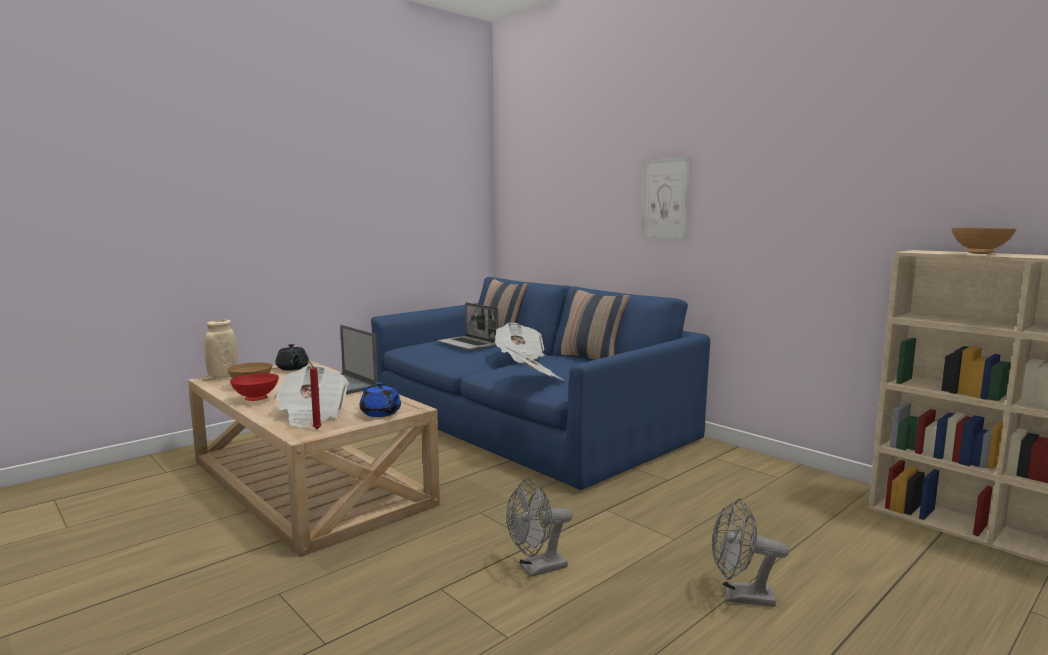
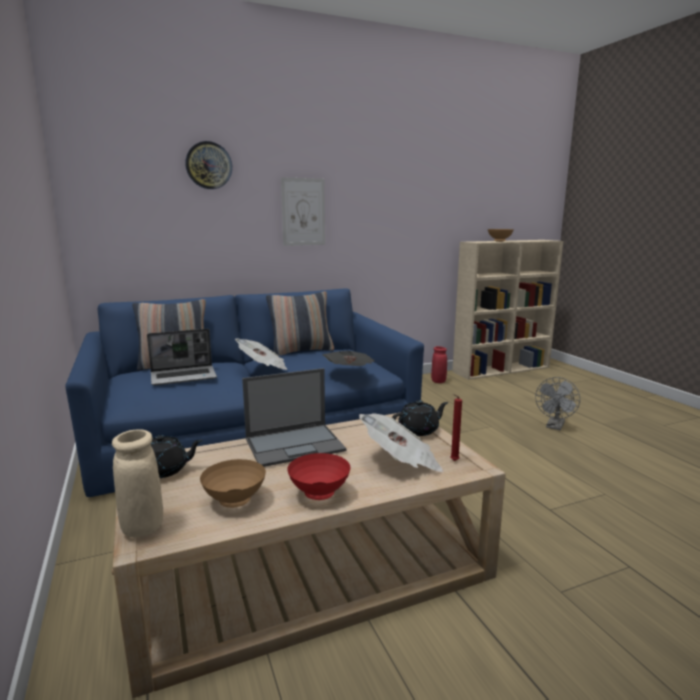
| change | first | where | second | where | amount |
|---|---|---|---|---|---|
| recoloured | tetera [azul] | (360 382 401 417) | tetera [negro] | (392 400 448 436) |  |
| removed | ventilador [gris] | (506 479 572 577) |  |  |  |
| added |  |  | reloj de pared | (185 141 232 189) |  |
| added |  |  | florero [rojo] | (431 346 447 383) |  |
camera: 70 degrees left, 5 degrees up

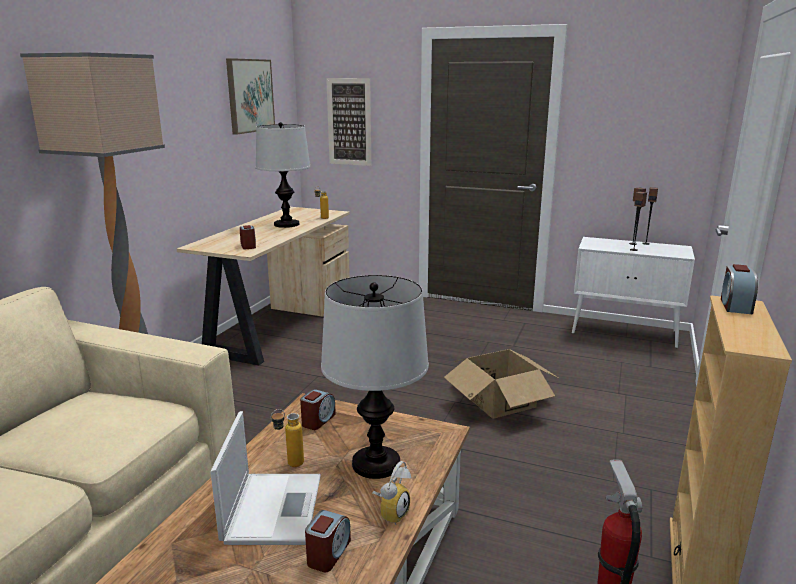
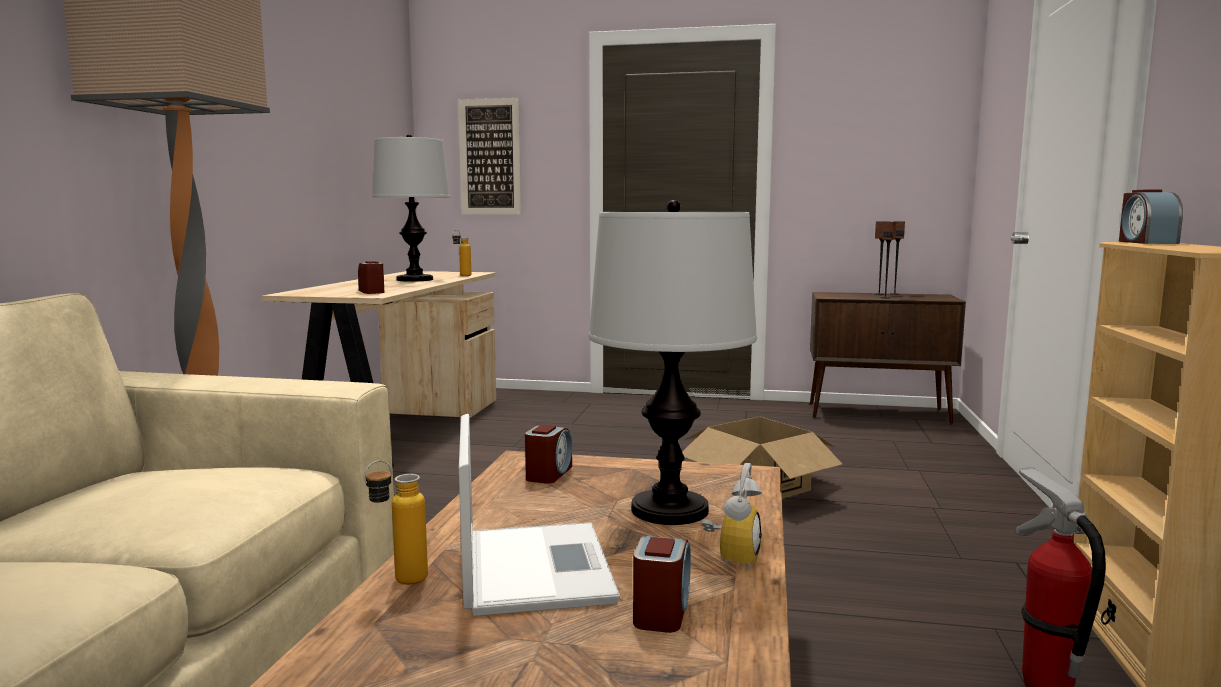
| change | first | where | second | where | amount |
|---|---|---|---|---|---|
| removed | cuadro | (226 58 275 135) |  |  |  |
| recoloured | armario [blanco] | (572 237 695 348) | armario [marrón] | (810 292 966 424) |  |
| moved | botella | (271 409 304 467) |  | (364 460 428 585) |  |
camera: 10 degrees left, 10 degrees down

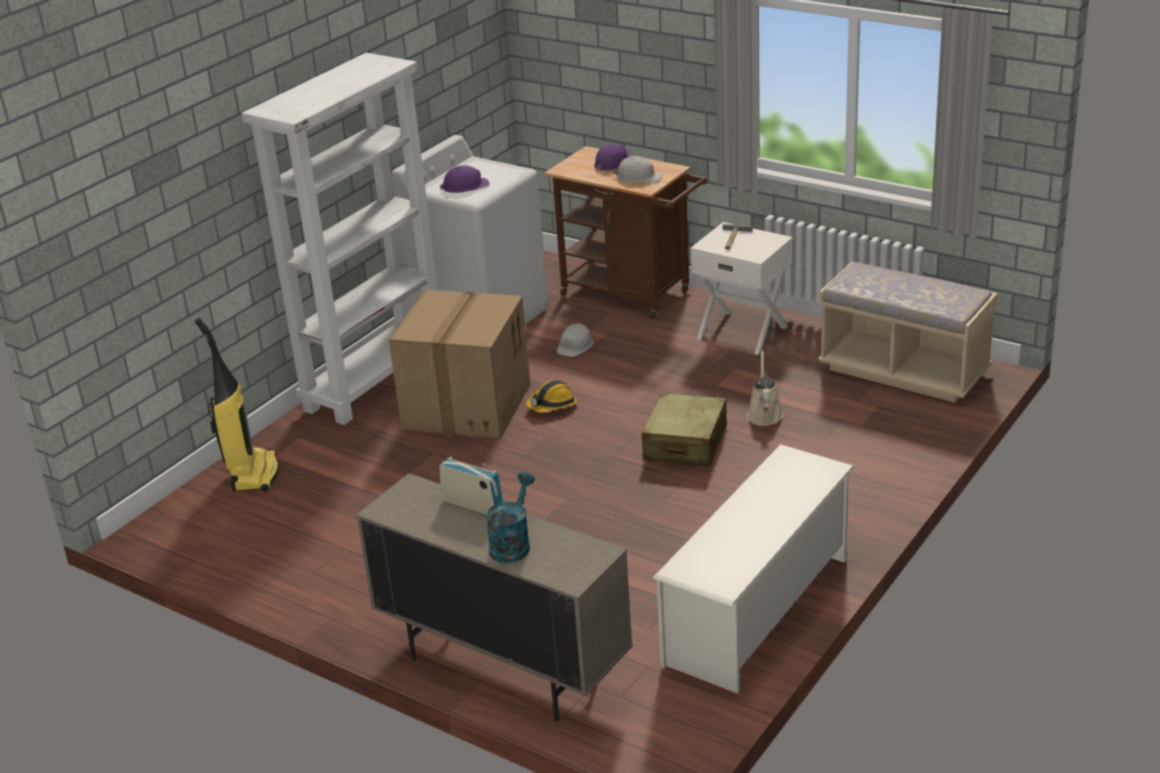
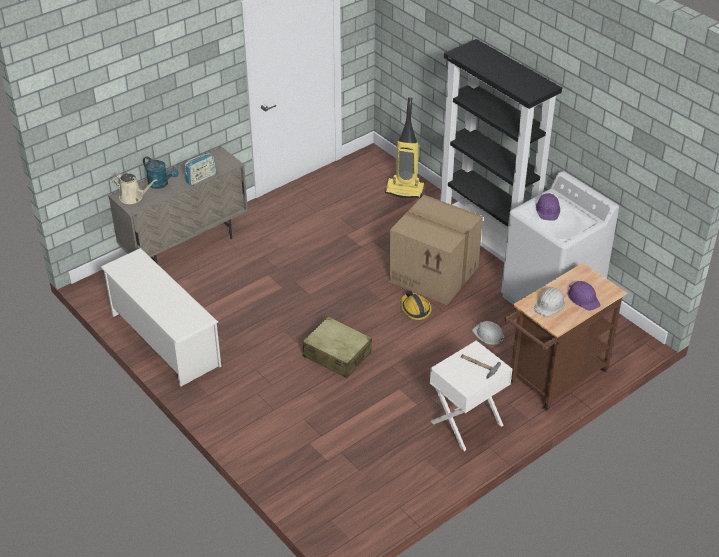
| change | first | where | second | where | amount |
|---|---|---|---|---|---|
| recoloured | estantería [blanco] | (241 53 438 425) | estantería [negro] | (440 39 562 262) |  |
| removed | banco [beis] | (818 261 998 402) |  |  |  |
| moved | regadera [beis] | (747 350 783 426) |  | (112 173 158 204) |  |
camera: 105 degrees right, 10 degrees up

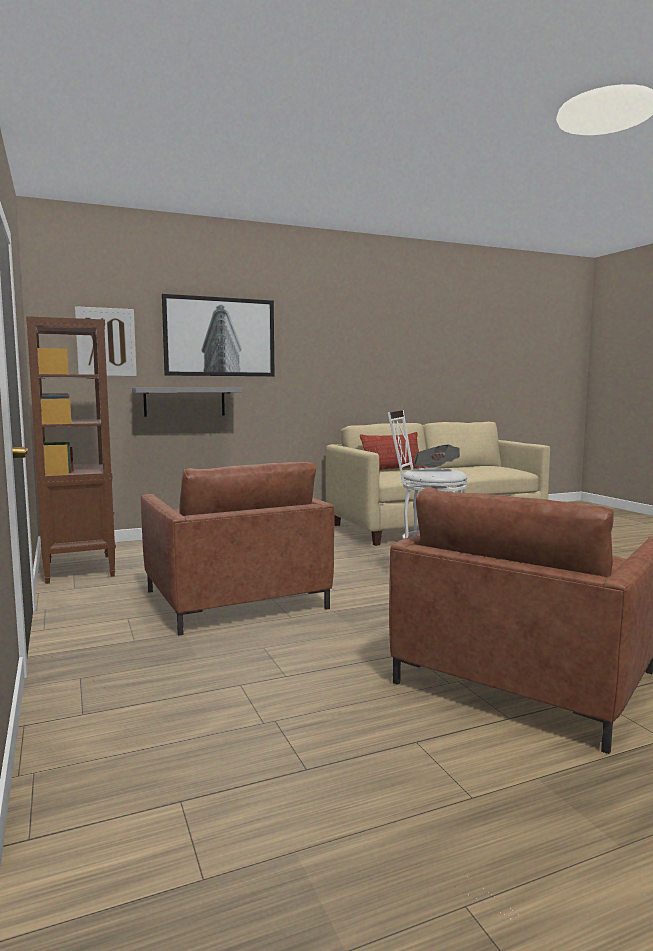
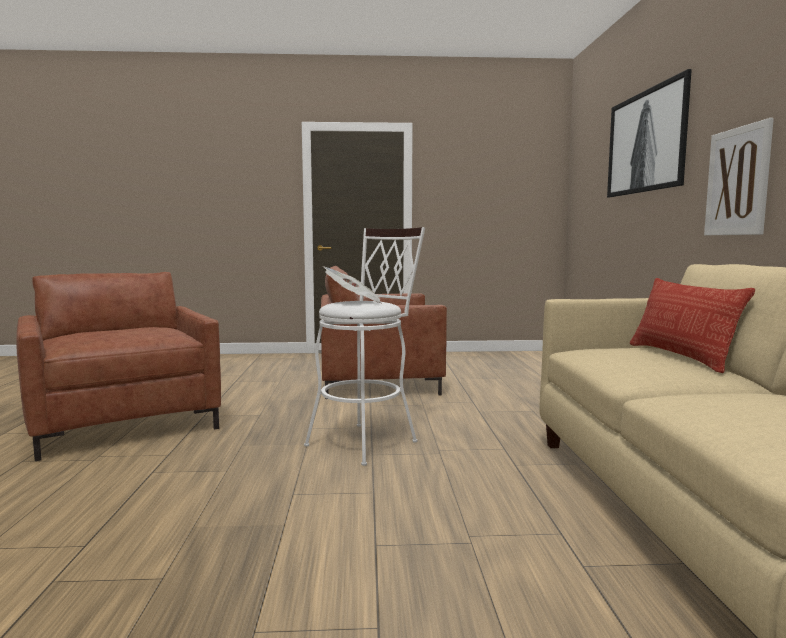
| change | first | where | second | where | amount |
|---|---|---|---|---|---|
| moved | cuadro | (75 306 137 376) |  | (704 118 774 235) |  |
| removed | estantería [marrón] | (26 316 116 584) |  |  |  |
| removed | estante [gris] | (132 388 242 417) |  |  |  |
camera: 110 degrees right, 0 degrees up

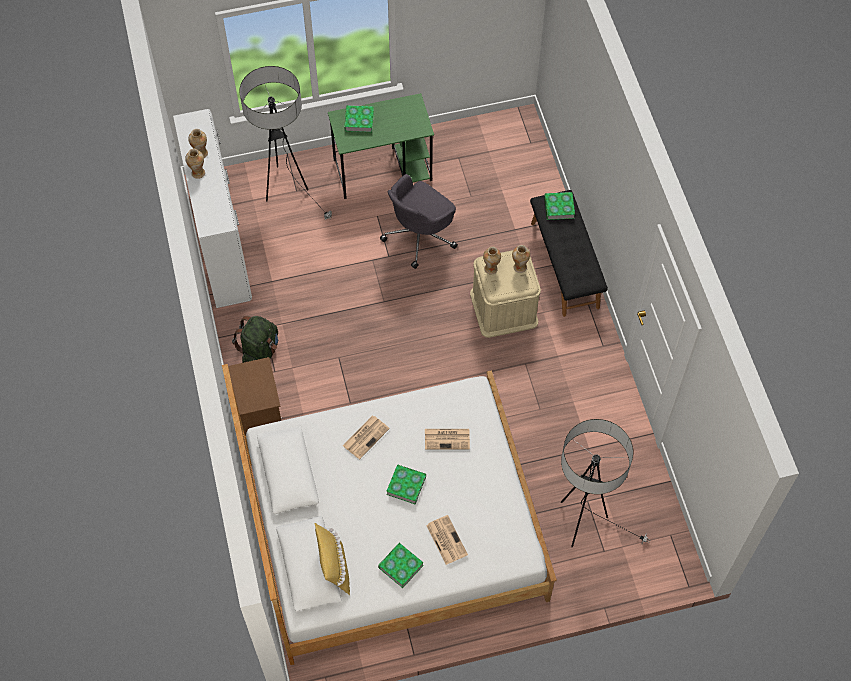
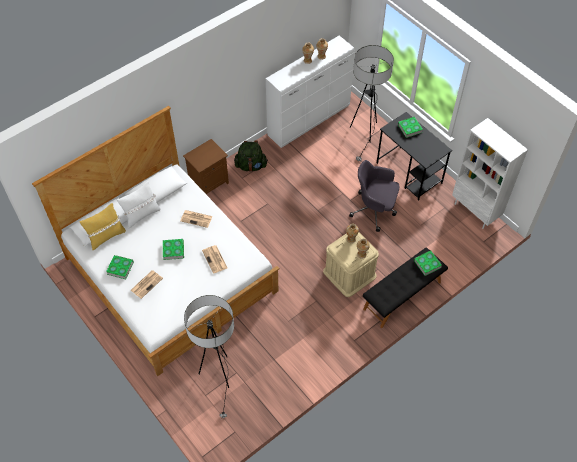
| change | first | where | second | where | amount |
|---|---|---|---|---|---|
| recoloured | escritorio [verde] | (328 93 434 199) | escritorio [negro] | (377 112 452 201) |  |
| added |  |  | estantería [blanco] | (452 118 528 229) |  |
| added |  |  | cojín [blanco] | (117 181 161 228) |  |
camera: 65 degrees right, 5 degrees down

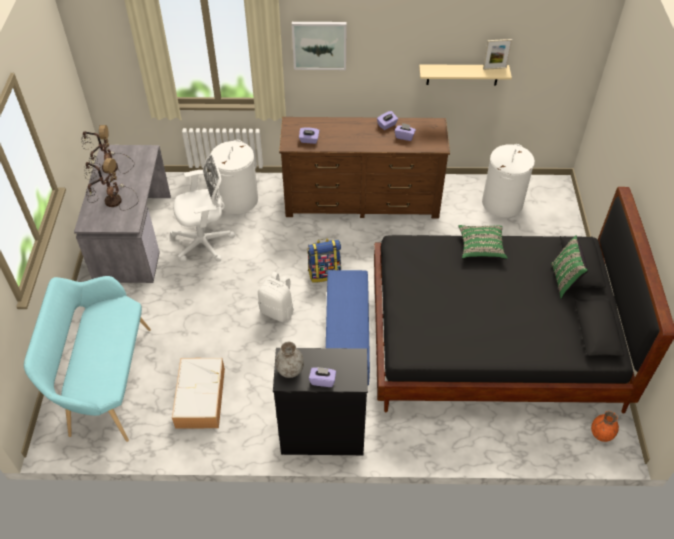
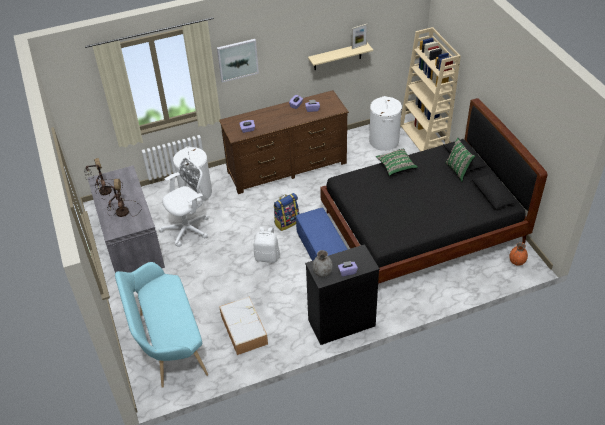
| change | first | where | second | where | amount |
|---|---|---|---|---|---|
| added |  |  | estantería [beis] | (400 27 461 152) |  |
camera: 20 degrees left, 5 degrees down

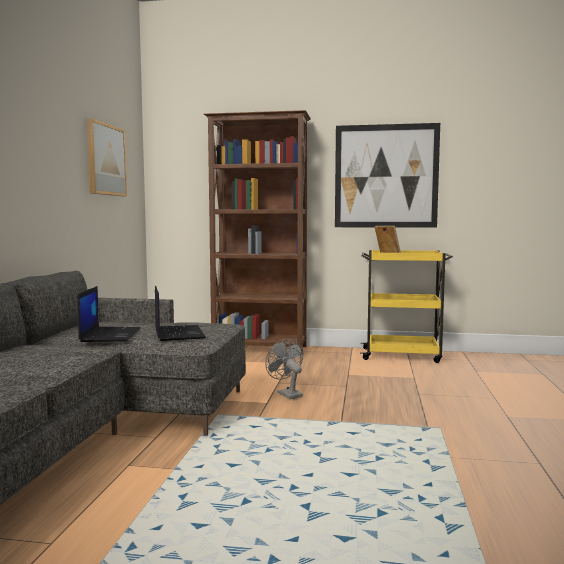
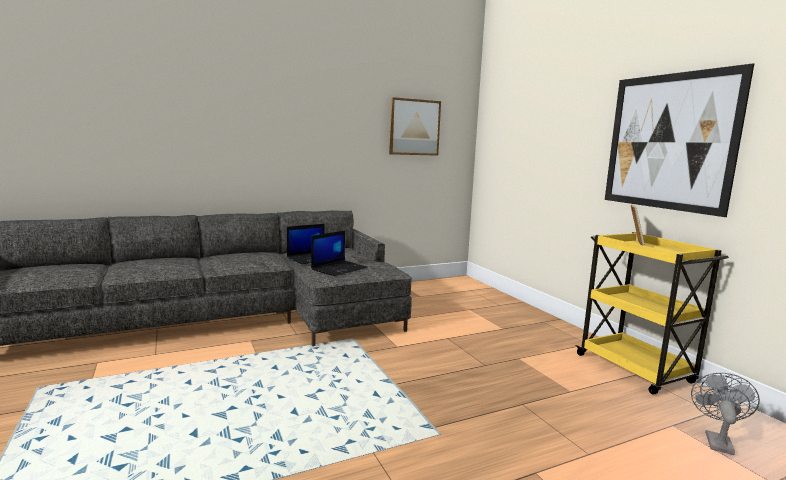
| change | first | where | second | where | amount |
|---|---|---|---|---|---|
| removed | estantería [marrón] | (204 110 311 355) |  |  |  |
| moved | ventilador [gris] | (265 339 303 399) |  | (691 373 760 455) |  |
camera: 55 degrees right, 5 degrees up

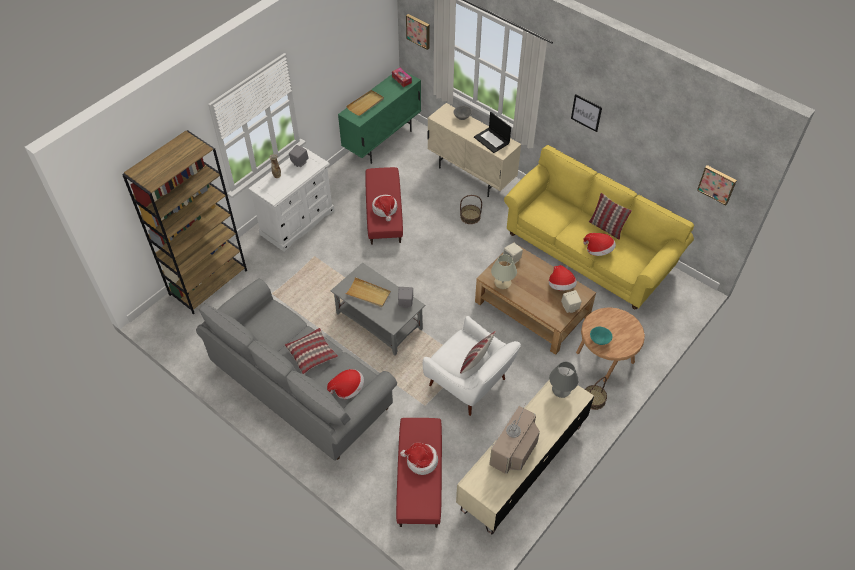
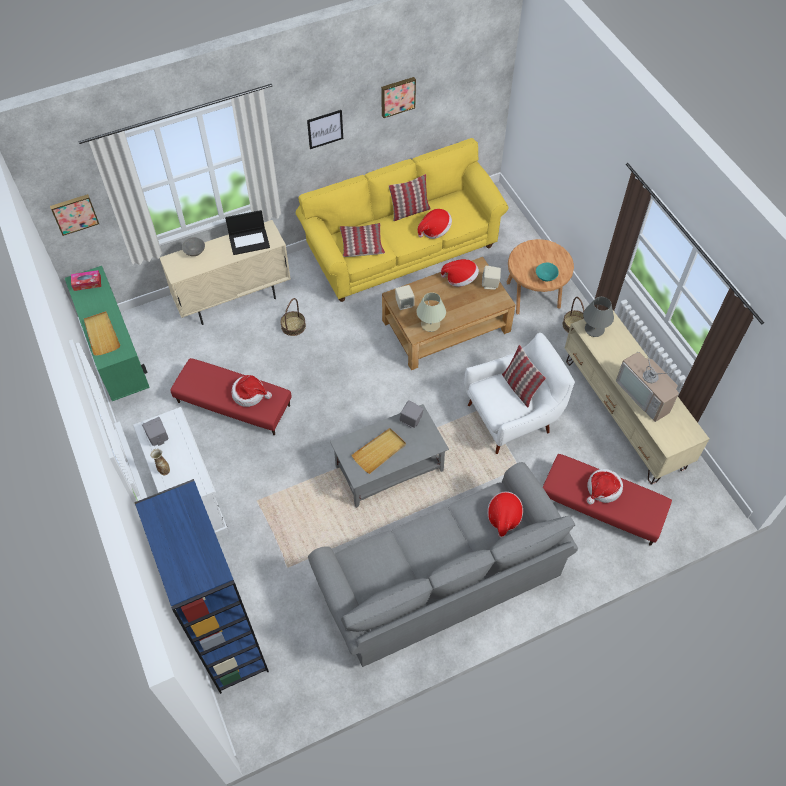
| change | first | where | second | where | amount |
|---|---|---|---|---|---|
| recoloured | estantería [marrón] | (122 130 247 314) | estantería [azul] | (134 479 269 694) |  |
| moved | cuadro | (697 165 737 205) |  | (381 77 416 118) |  |
| moved | cojín | (285 328 338 374) |  | (340 223 385 257) |  |
camera: 65 degrees left, 5 degrees up

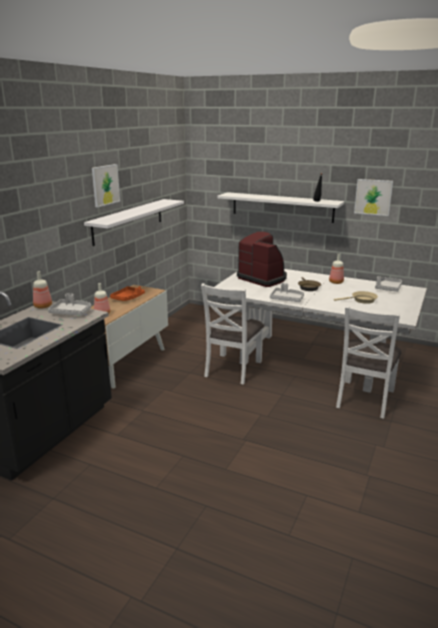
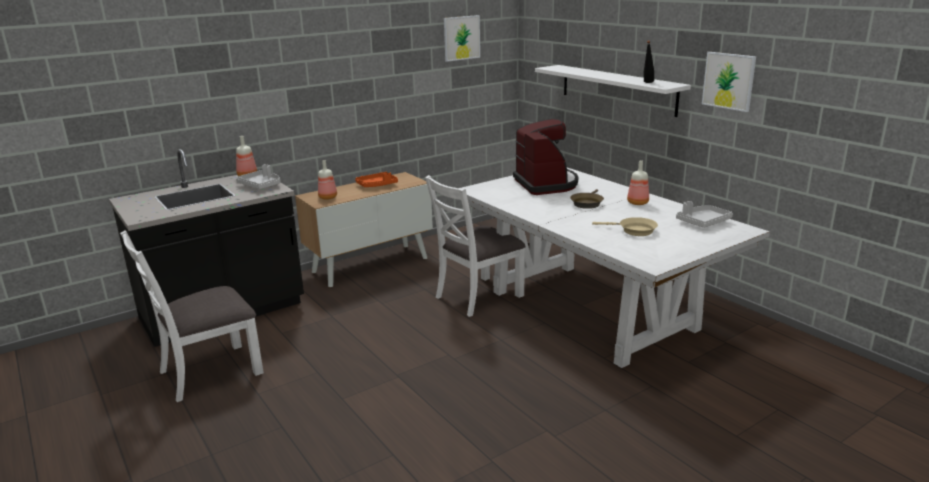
| change | first | where | second | where | amount |
|---|---|---|---|---|---|
| moved | cuadro | (92 164 120 207) |  | (444 15 480 62) |  |
| removed | estante [blanco] | (84 199 184 246) |  |  |  |
| removed | bandeja [gris] | (270 283 304 302) |  |  |  |
| moved | silla [blanco] | (336 305 402 419) |  | (120 230 264 402) |  |
camera: 30 degrees right, 0 degrees up

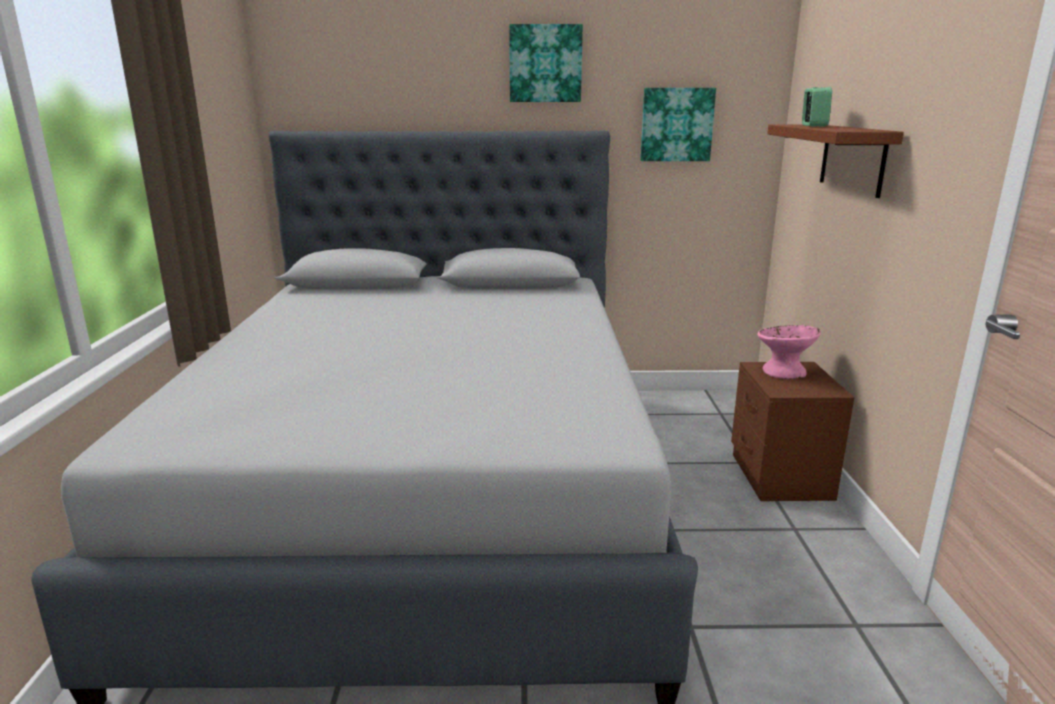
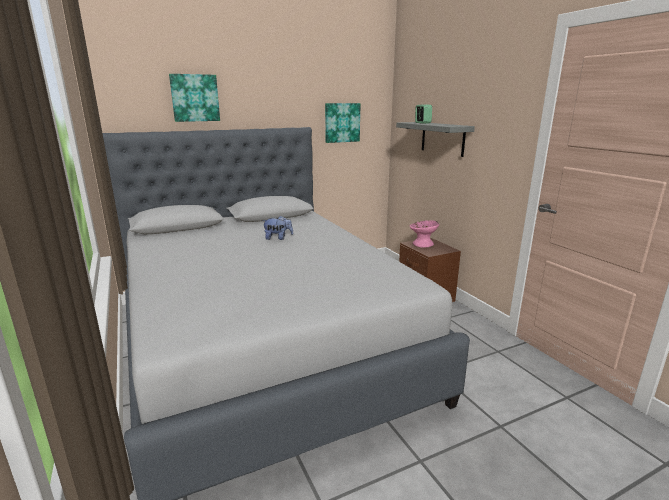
| change | first | where | second | where | amount |
|---|---|---|---|---|---|
| moved | cuadro | (509 24 583 102) |  | (169 74 220 122) |  |
| recoloured | estante [marrón] | (767 125 904 198) | estante [gris] | (396 122 475 157) |  |
| added |  |  | peluche | (262 215 293 240) |  |
camera: 25 degrees left, 0 degrees up

